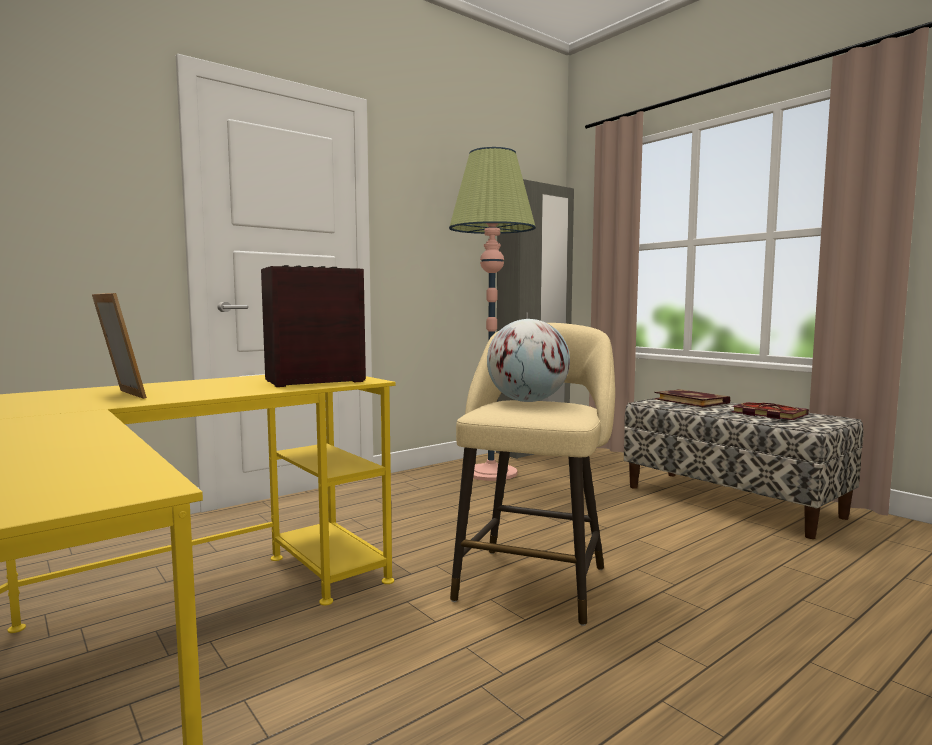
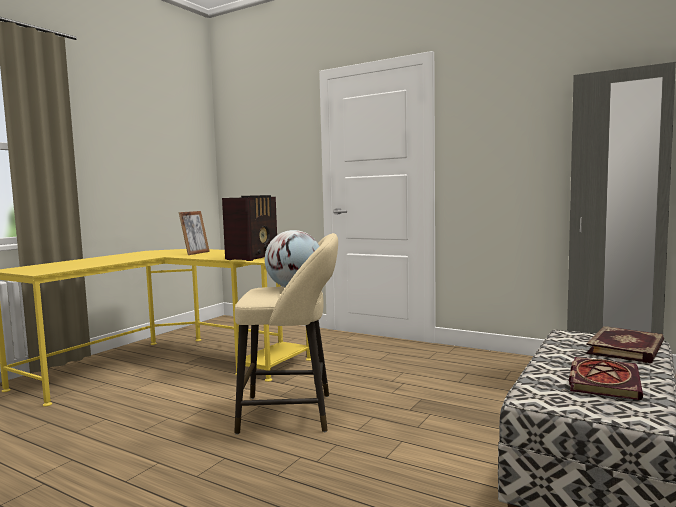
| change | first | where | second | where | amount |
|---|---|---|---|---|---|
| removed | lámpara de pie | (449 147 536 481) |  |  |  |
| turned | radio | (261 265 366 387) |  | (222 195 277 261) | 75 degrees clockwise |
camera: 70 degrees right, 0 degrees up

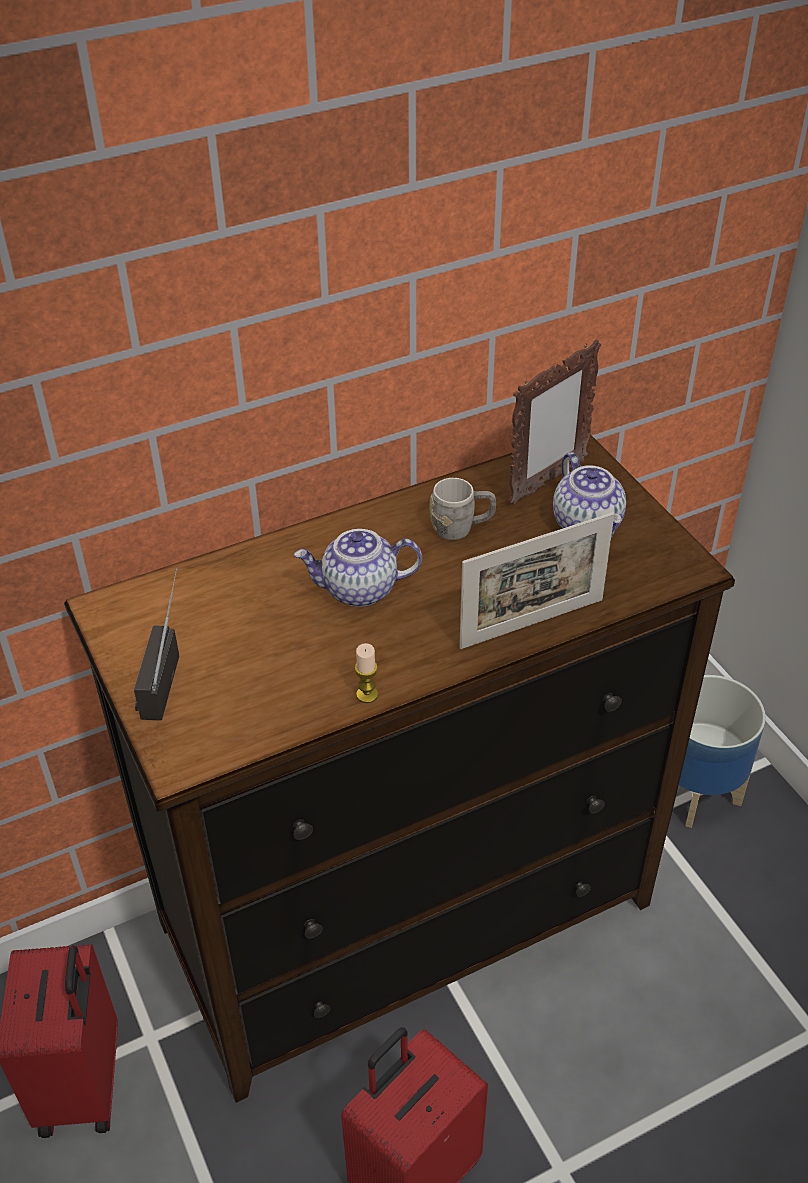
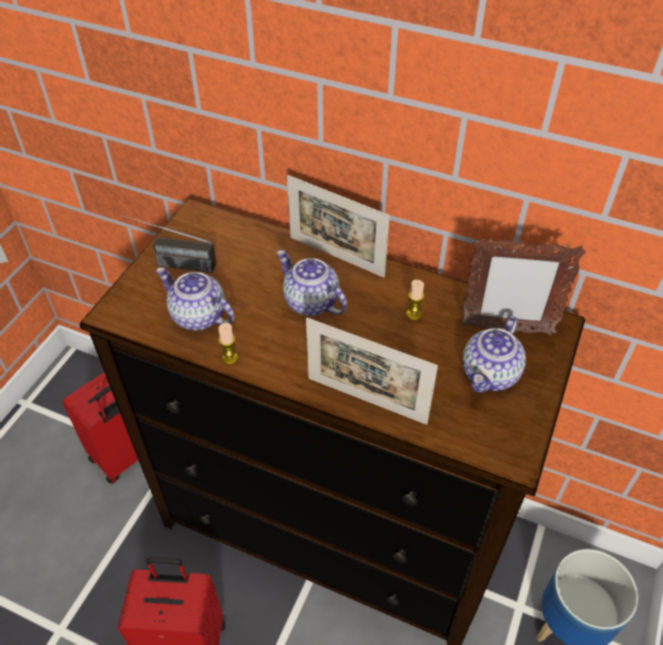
| change | first | where | second | where | amount |
|---|---|---|---|---|---|
| replaced | taza grande [gris] | (429 478 496 540) | vela | (406 280 424 321) |  |
| turned | radio | (134 569 179 720) |  | (122 215 216 273) | 135 degrees counterclockwise |
| added |  |  | portarretratos | (287 175 390 278) |  |
| added |  |  | tetera | (156 267 234 331) |  |
camera: 50 degrees right, 5 degrees up

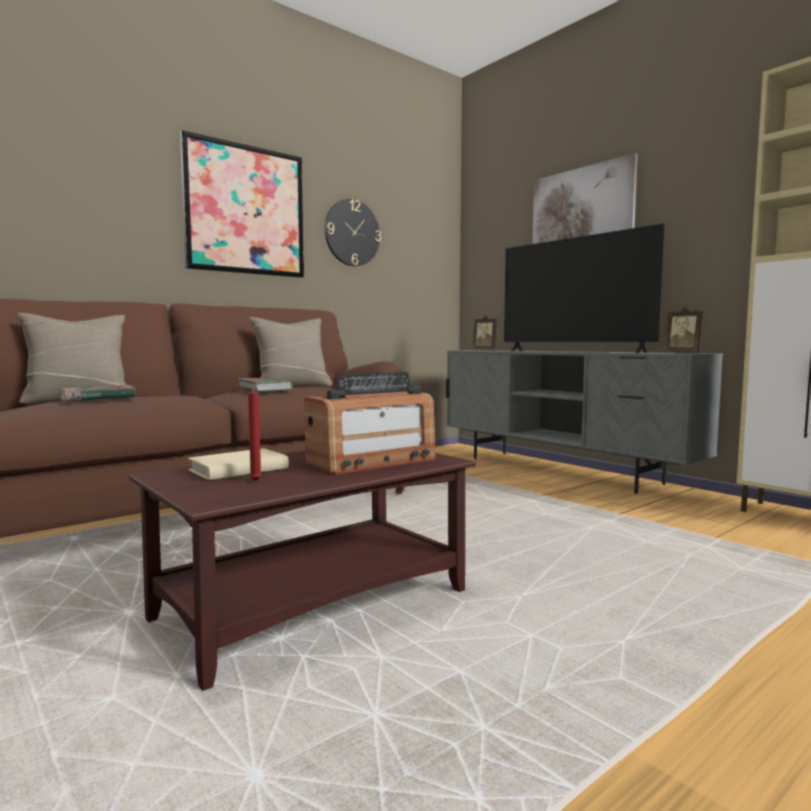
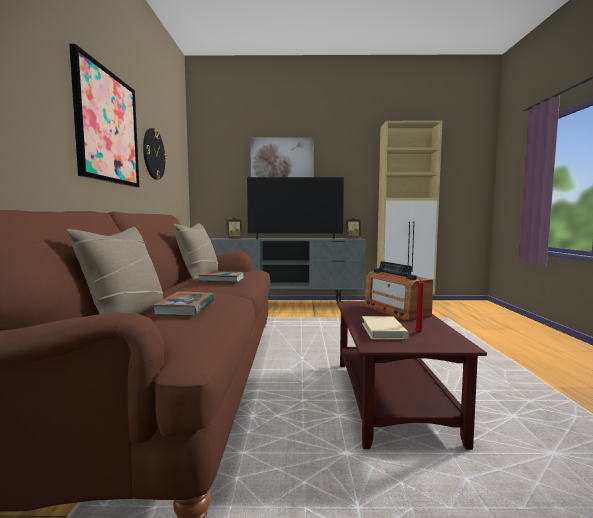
| change | first | where | second | where | amount |
|---|---|---|---|---|---|
| turned | radio | (304 372 436 475) |  | (364 261 433 321) | 150 degrees clockwise |
camera: 50 degrees left, 0 degrees up

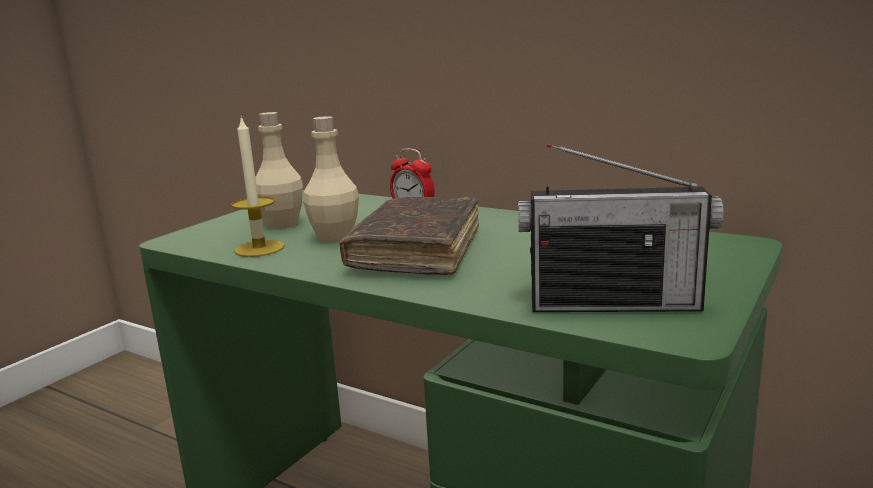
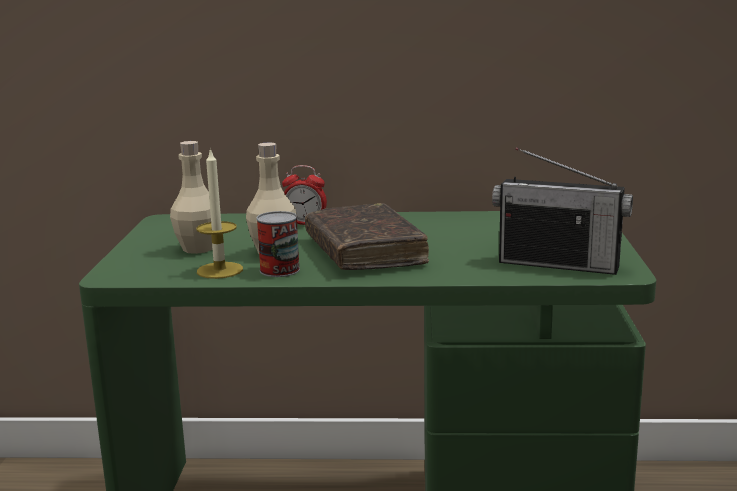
| change | first | where | second | where | amount |
|---|---|---|---|---|---|
| turned | radio | (518 143 724 312) |  | (492 147 633 275) | 45 degrees clockwise |
| added |  |  | lata | (256 211 300 277) |  |
camera: 30 degrees left, 0 degrees up

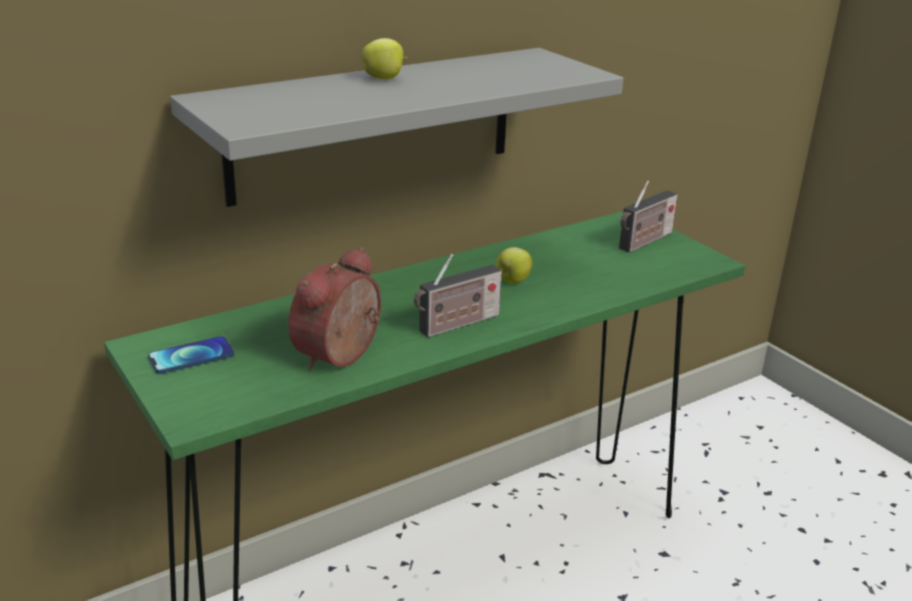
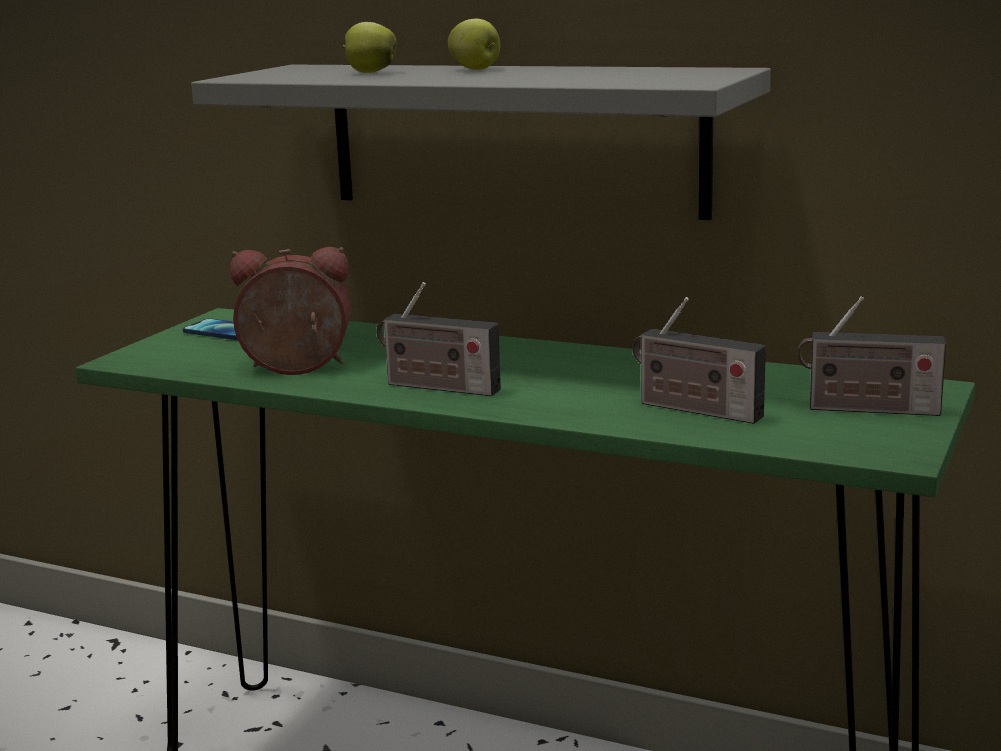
| change | first | where | second | where | amount |
|---|---|---|---|---|---|
| moved | manzana | (496 247 533 284) |  | (342 22 396 73) |  |
| added |  |  | radio | (632 297 766 424) |  |
camera: 60 degrees right, 10 degrees down

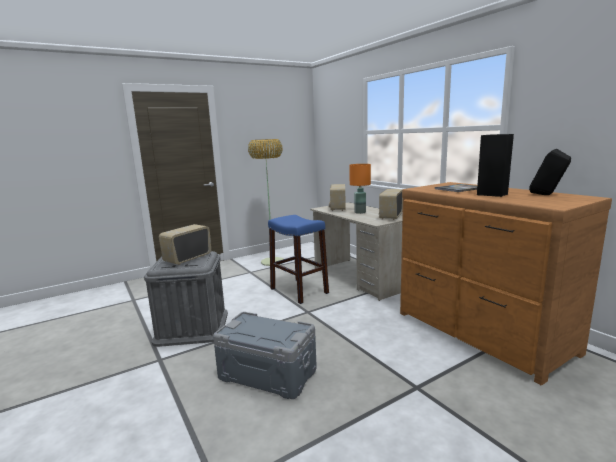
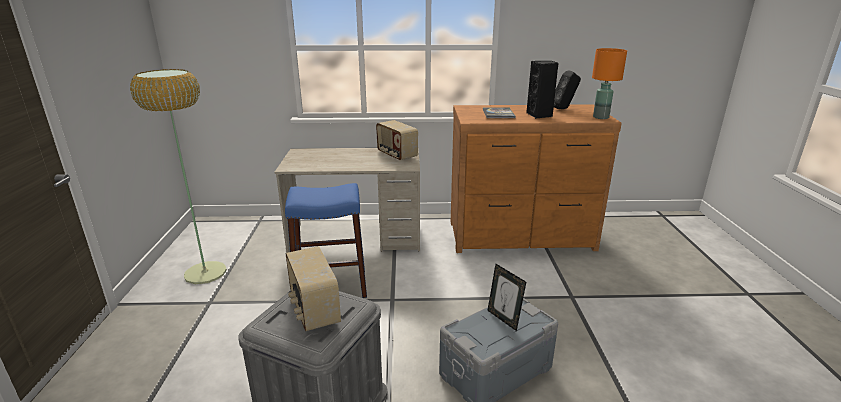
| change | first | where | second | where | amount |
|---|---|---|---|---|---|
| moved | lámpara de mesa [naranja] | (349 164 371 214) |  | (592 48 627 119) |  |
| removed | radio | (329 184 346 211) |  |  |  |
| added |  |  | portarretratos | (487 264 526 331) |  |
camera: 60 degrees left, 10 degrees up

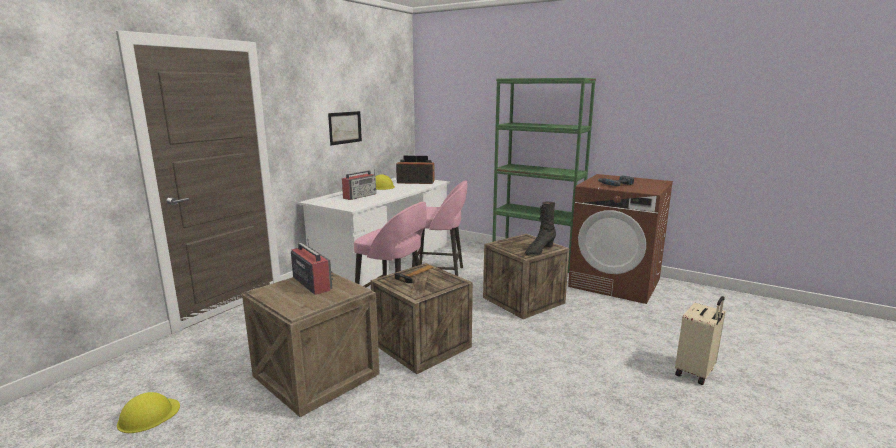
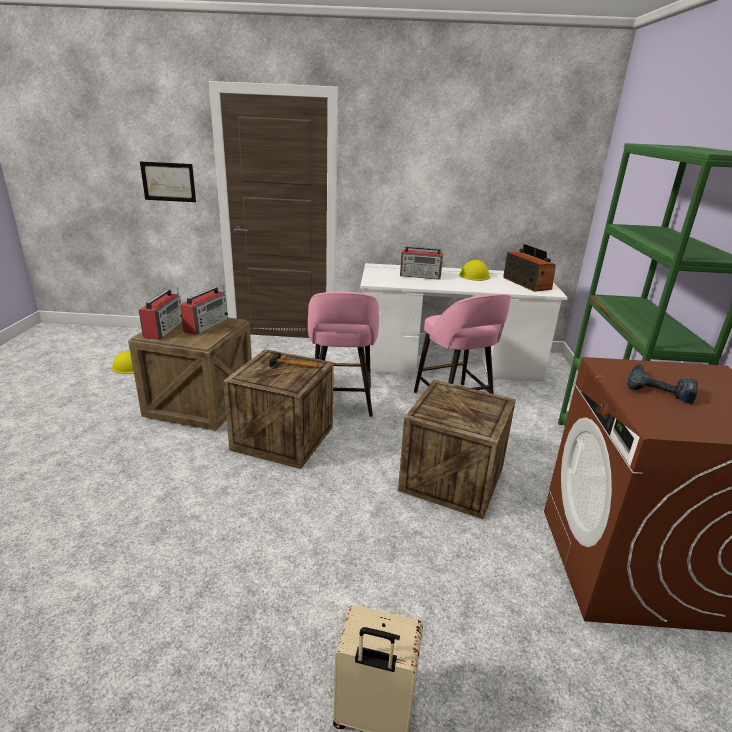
| change | first | where | second | where | amount |
|---|---|---|---|---|---|
| moved | cuadro | (328 111 362 145) |  | (140 161 196 202) |  |
| removed | bota [negro] | (525 202 556 256) |  |  |  |
| added |  |  | radio | (139 287 182 340) |  |
camera: 60 degrees right, 10 degrees up

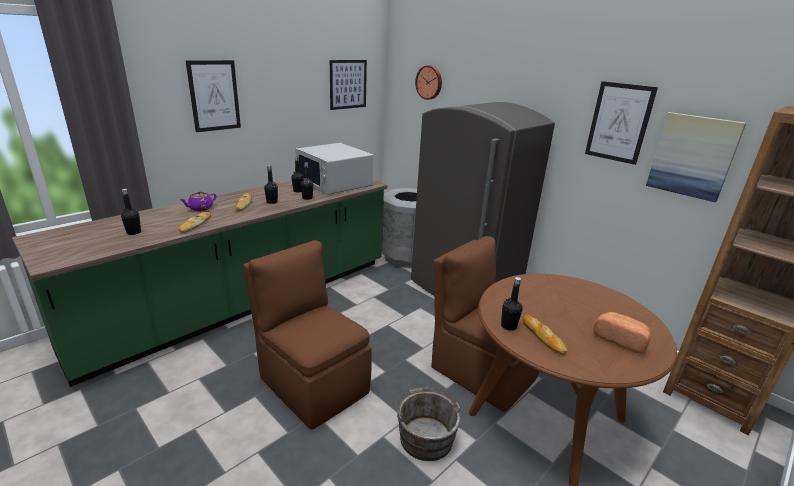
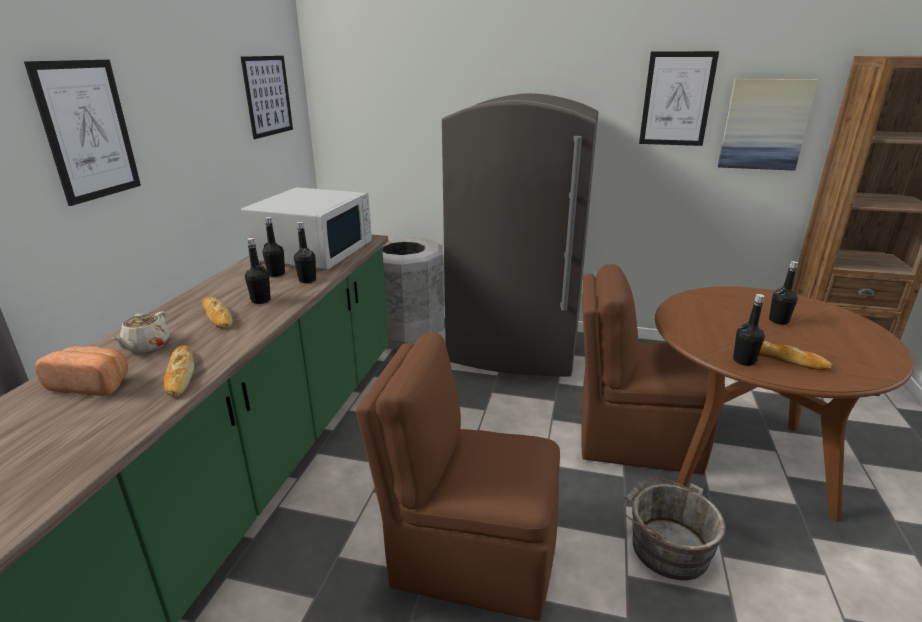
| change | first | where | second | where | amount |
|---|---|---|---|---|---|
| removed | reloj de pared | (415 65 442 100) |  |  |  |
| turned | microondas [blanco] | (295 143 373 195) |  | (241 187 372 270) | 90 degrees counterclockwise |
| moved | botella [negro] | (121 189 141 235) |  | (769 261 798 325) |  |
| recoloured | tetera [morado] | (179 191 216 211) | tetera [beis] | (112 312 170 353) |  |
| moved | pan | (593 312 651 354) |  | (35 346 128 396) |  |
camera: 30 degrees left, 0 degrees up

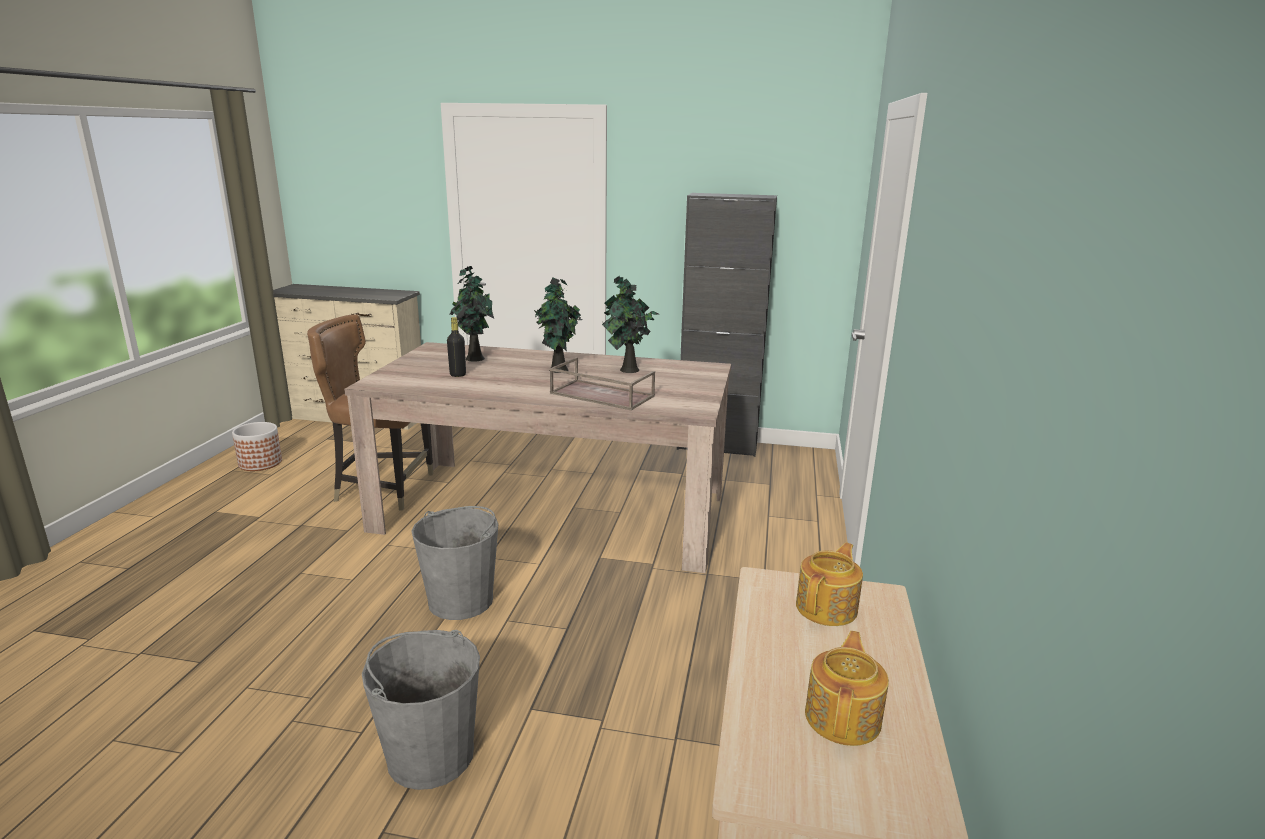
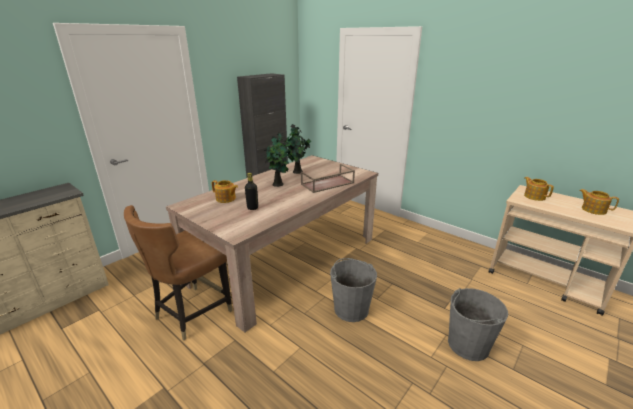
| change | first | where | second | where | amount |
|---|---|---|---|---|---|
| replaced | planta en maceta | (450 266 494 362) | tetera | (212 180 238 203) |  |
| removed | maceta | (232 422 282 471) |  |  |  |
camera: 60 degrees left, 5 degrees up

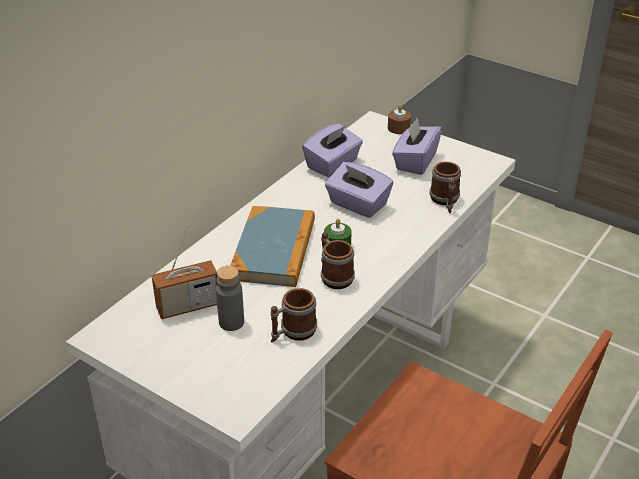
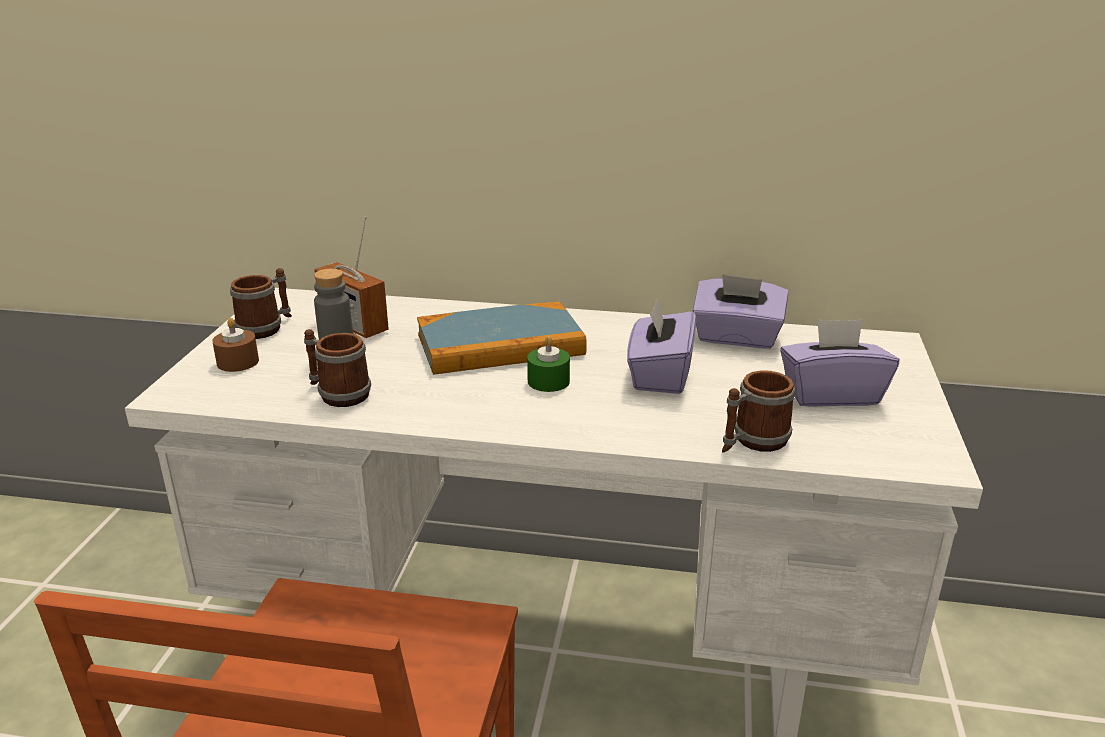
| change | first | where | second | where | amount |
|---|---|---|---|---|---|
| moved | vela [marrón] | (388 104 411 134) |  | (212 318 259 372) |  |
| moved | taza grande | (321 232 355 289) |  | (230 268 292 339) |  |
camera: 65 degrees right, 10 degrees down

